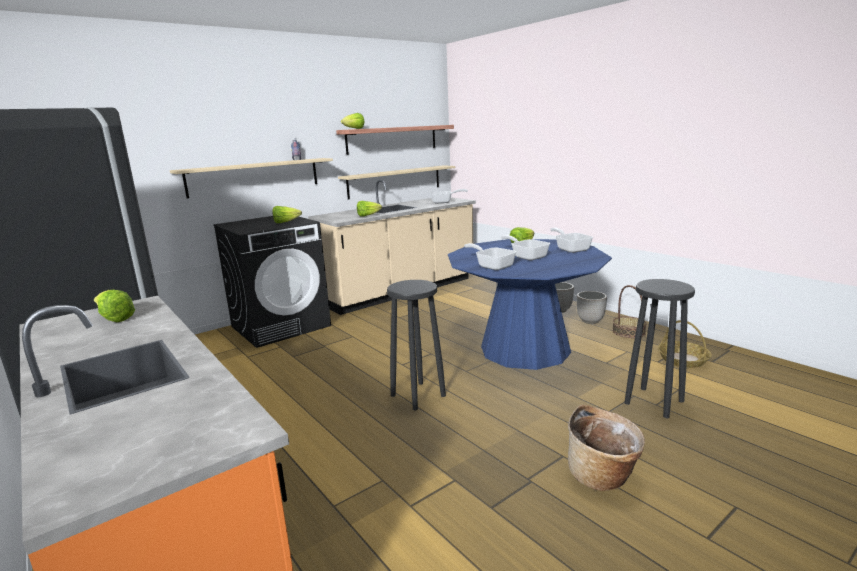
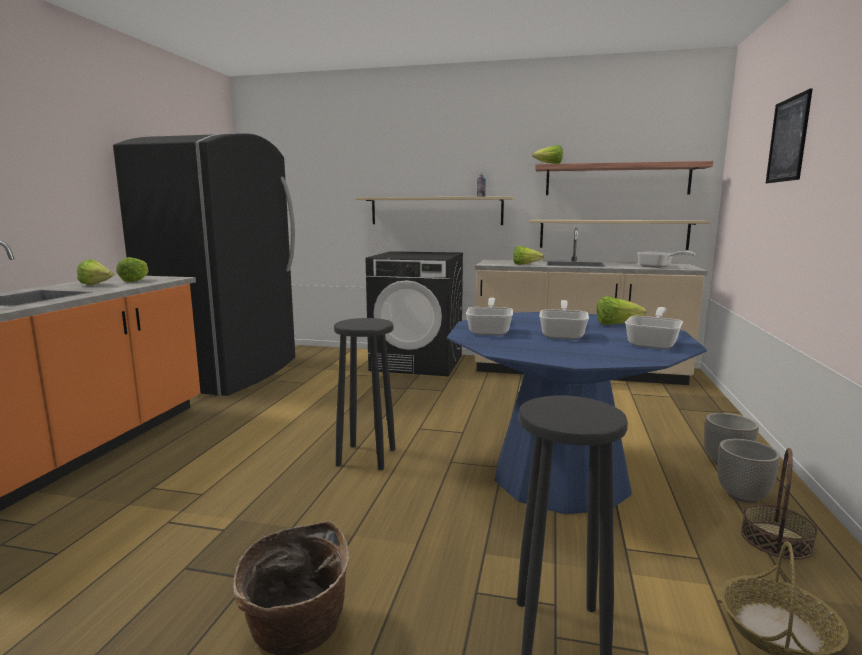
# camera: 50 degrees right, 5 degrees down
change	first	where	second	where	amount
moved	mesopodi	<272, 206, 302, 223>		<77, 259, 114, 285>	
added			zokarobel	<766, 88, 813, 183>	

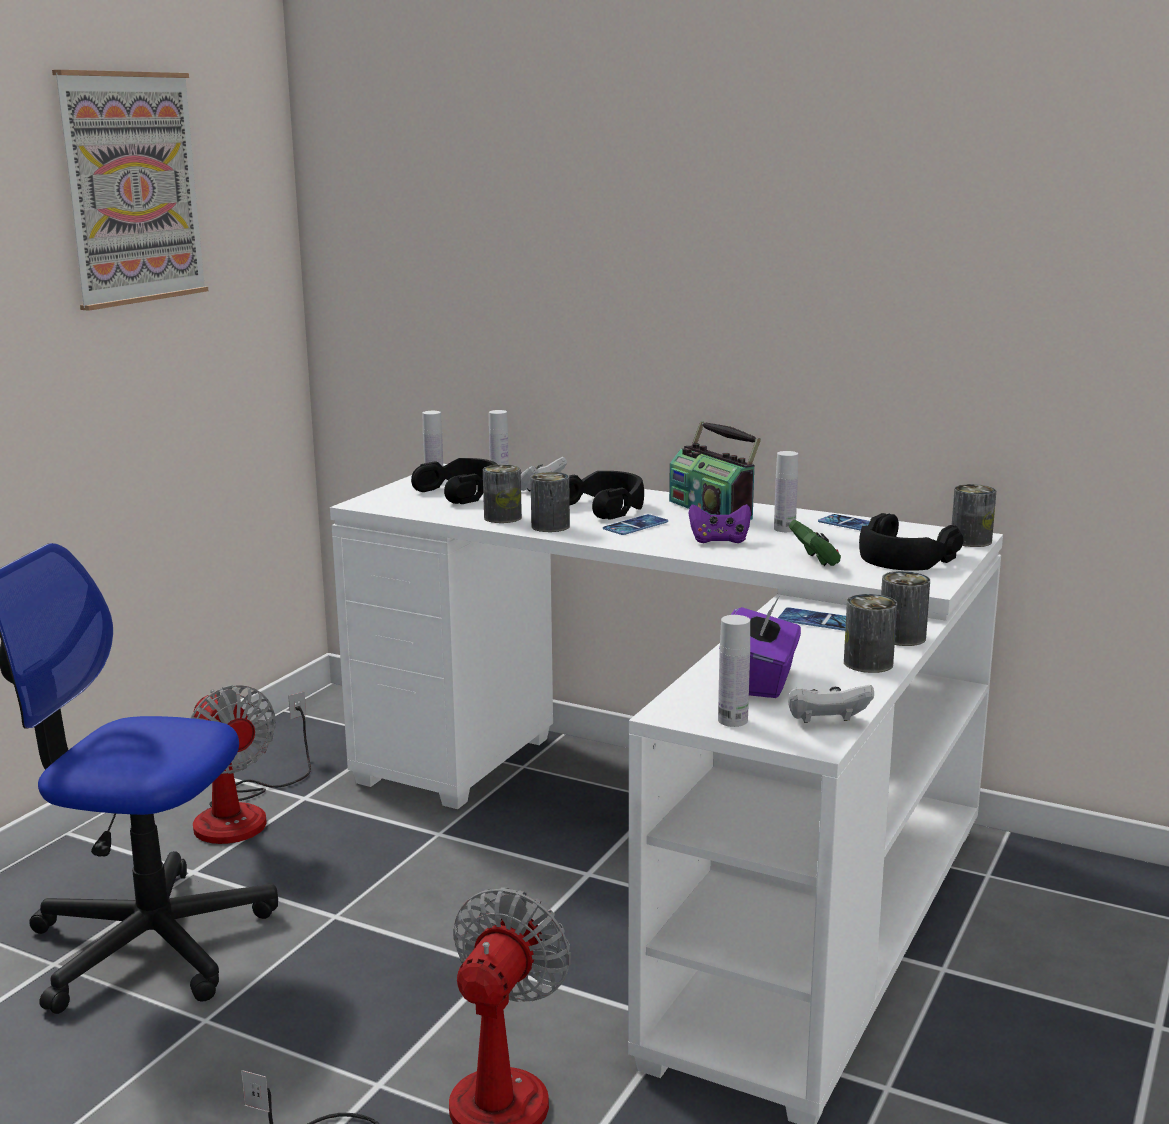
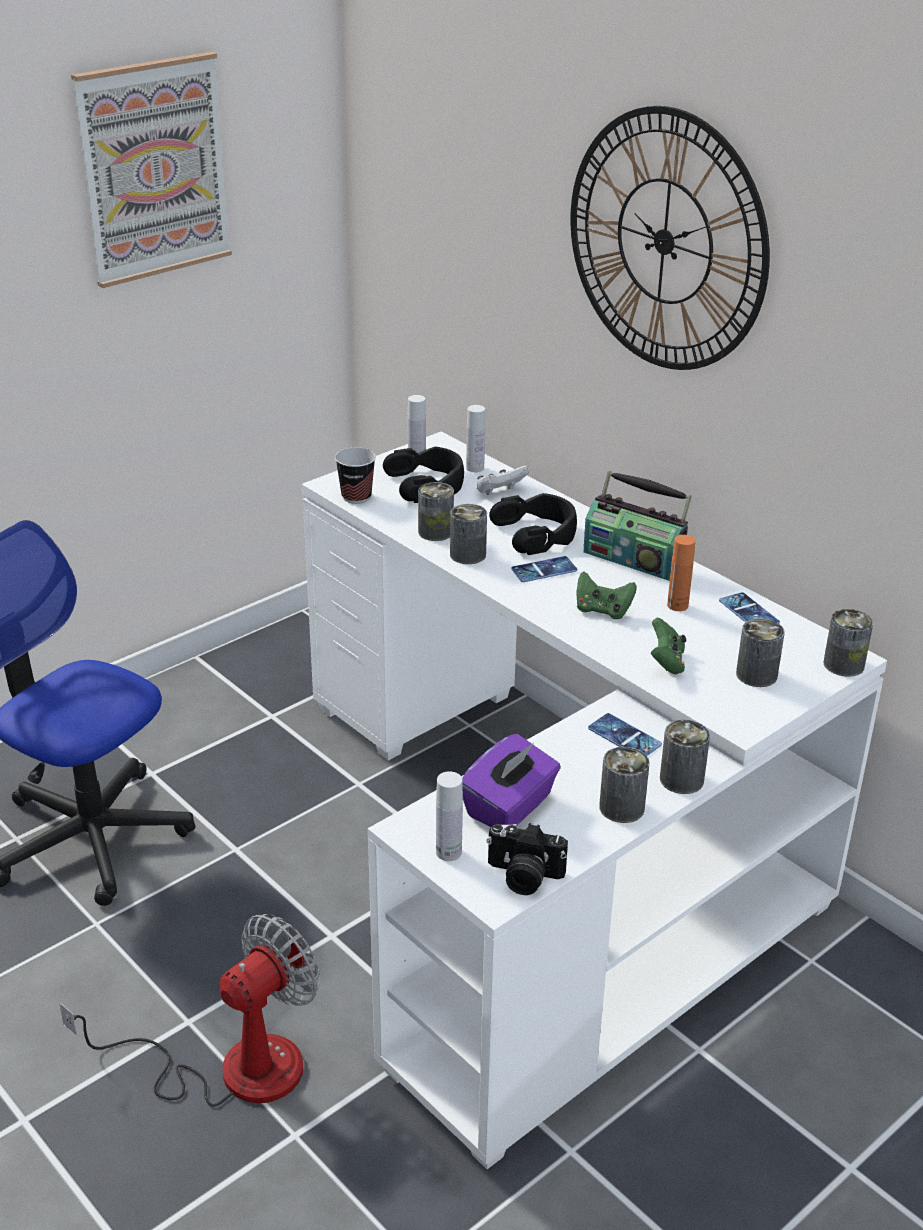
# camera: 20 degrees right, 15 degrees up
change	first	where	second	where	amount
removed	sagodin	<191, 685, 311, 844>			
turned	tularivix	<669, 421, 761, 520>		<584, 471, 692, 581>	45 degrees counterclockwise
recoloured	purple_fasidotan	<689, 504, 751, 543>	green_fasidotan	<576, 571, 637, 619>	
recoloured	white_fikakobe	<774, 451, 798, 532>	orange_fikakobe	<667, 535, 695, 611>	
replaced	white_fasidotan	<788, 685, 874, 723>	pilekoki	<486, 823, 568, 895>	
replaced	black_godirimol	<859, 513, 963, 571>	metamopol	<736, 618, 785, 687>	
added			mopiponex	<335, 447, 376, 504>	
added			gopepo	<570, 106, 770, 370>	

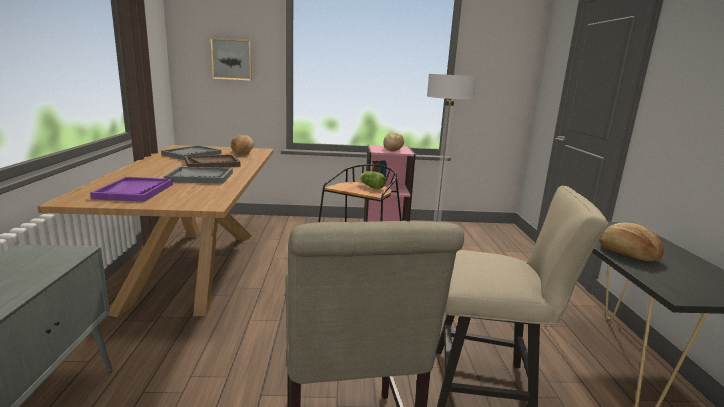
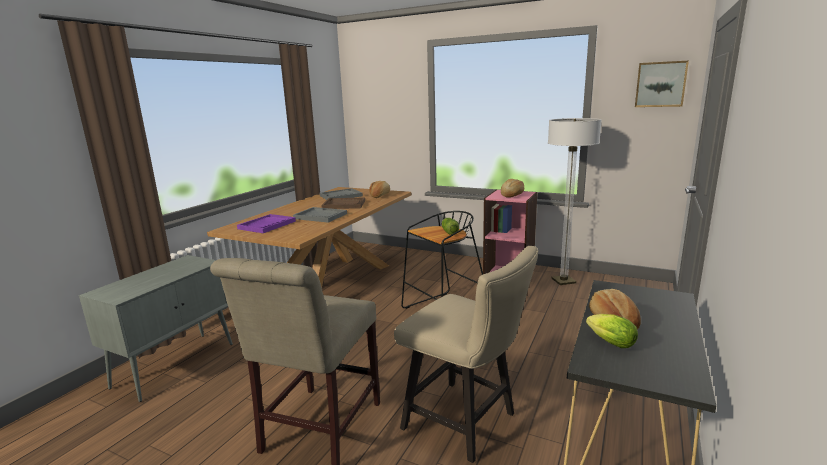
# camera: 30 degrees right, 0 degrees up
change	first	where	second	where	amount
moved	zokarobel	<211, 38, 252, 81>		<635, 61, 689, 107>	
added			mesopodi	<586, 314, 638, 348>	

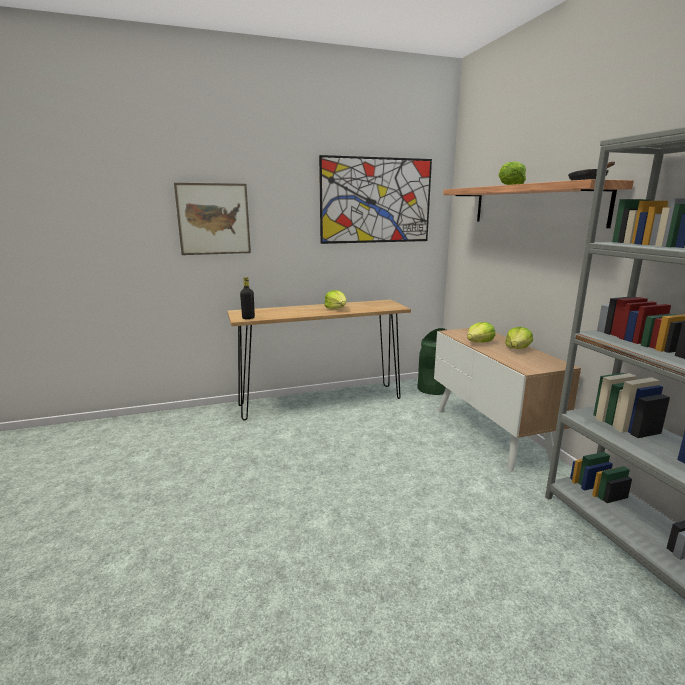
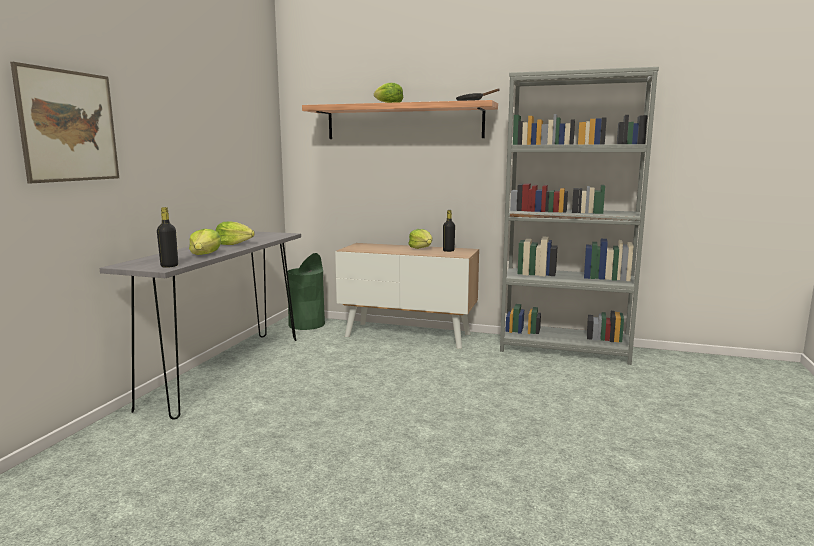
# camera: 55 degrees left, 5 degrees down
change	first	where	second	where	amount
recoloured	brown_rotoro	<227, 300, 411, 420>	grey_rotoro	<100, 231, 301, 420>	
removed	zokarobel	<319, 155, 432, 244>			
moved	mesopodi	<467, 322, 495, 343>		<189, 229, 221, 255>	
added			black_fikakobe	<443, 210, 455, 252>	

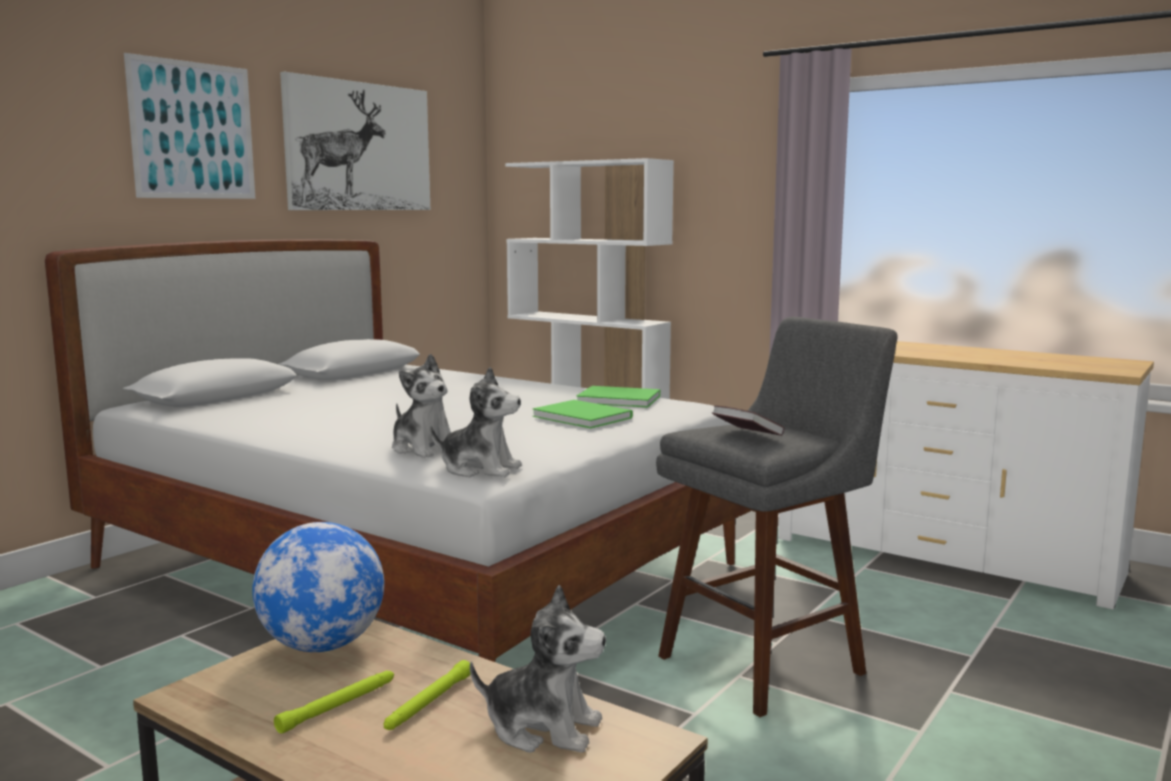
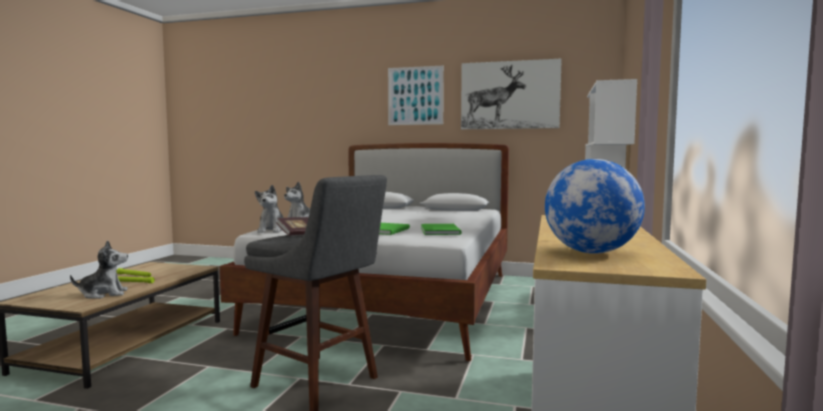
# camera: 70 degrees right, 5 degrees down
change	first	where	second	where	amount
moved	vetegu	<252, 522, 384, 652>		<545, 159, 645, 254>	
turned	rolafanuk	<470, 585, 606, 753>		<70, 240, 128, 299>	105 degrees counterclockwise

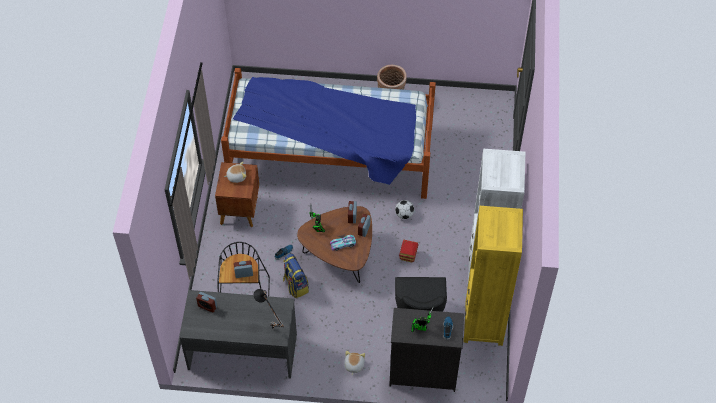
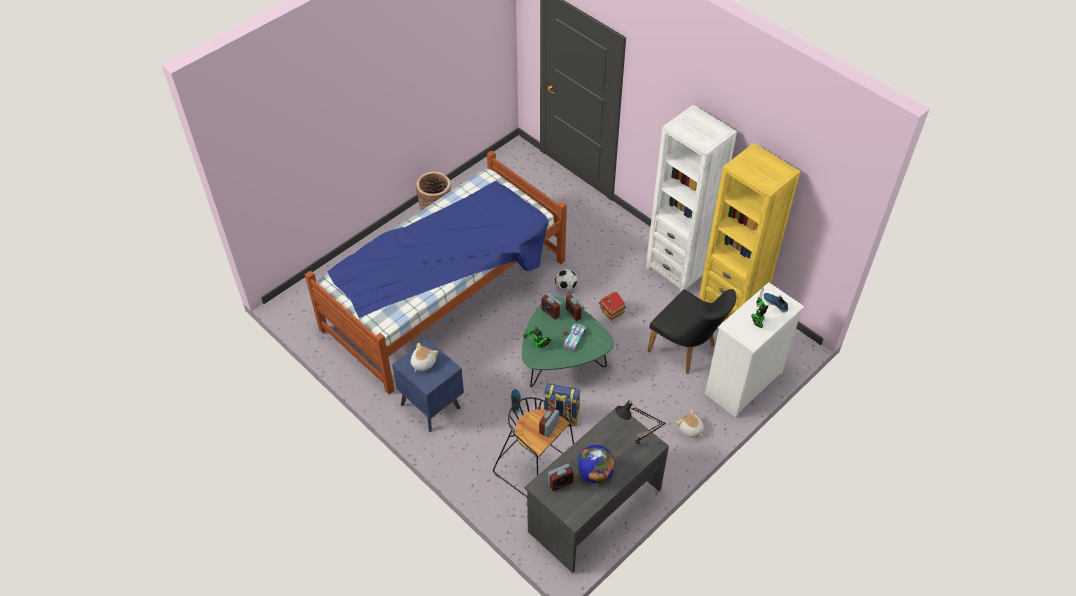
# camera: 50 degrees left, 5 degrees down
change	first	where	second	where	amount
recoloured	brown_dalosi	<215, 162, 259, 227>	blue_dalosi	<392, 339, 464, 432>	
recoloured	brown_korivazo	<297, 206, 372, 283>	green_korivazo	<522, 297, 614, 387>	
recoloured	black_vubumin	<389, 308, 464, 392>	white_vubumin	<705, 282, 804, 417>	
added			vetegu	<577, 445, 615, 483>	

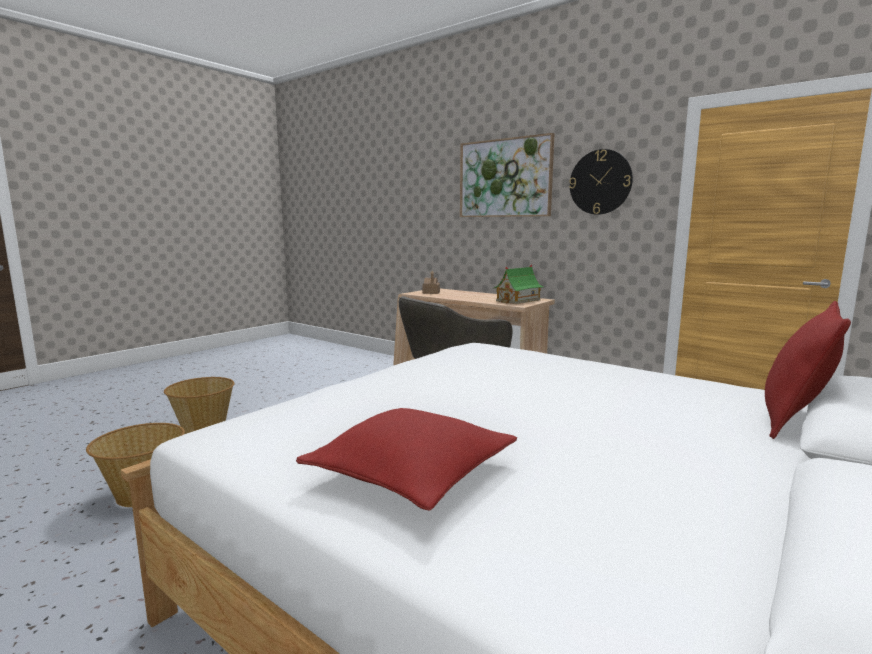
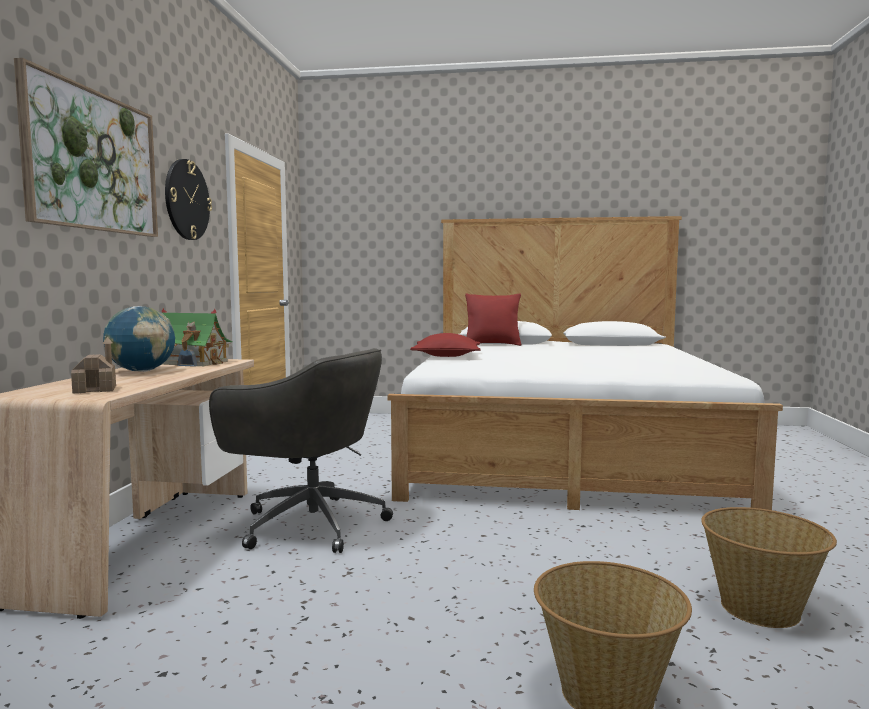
# camera: 120 degrees left, 5 degrees down
change	first	where	second	where	amount
moved	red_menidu	<296, 408, 517, 511>		<410, 333, 481, 357>	
added			vetegu	<103, 306, 175, 372>	

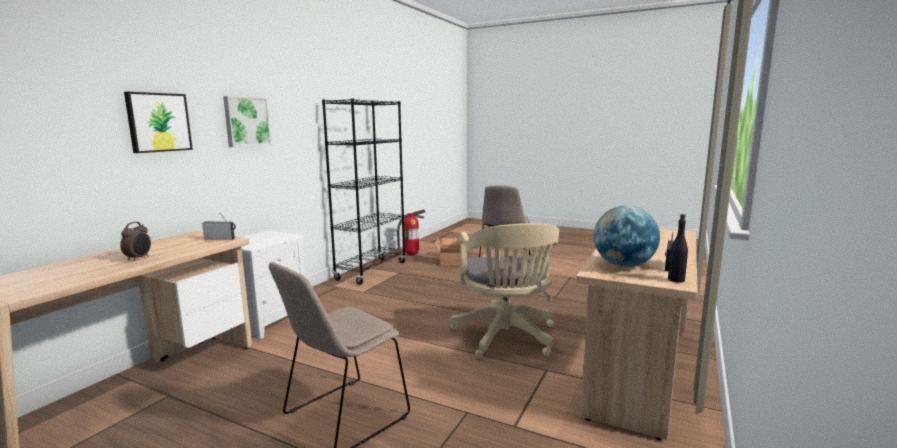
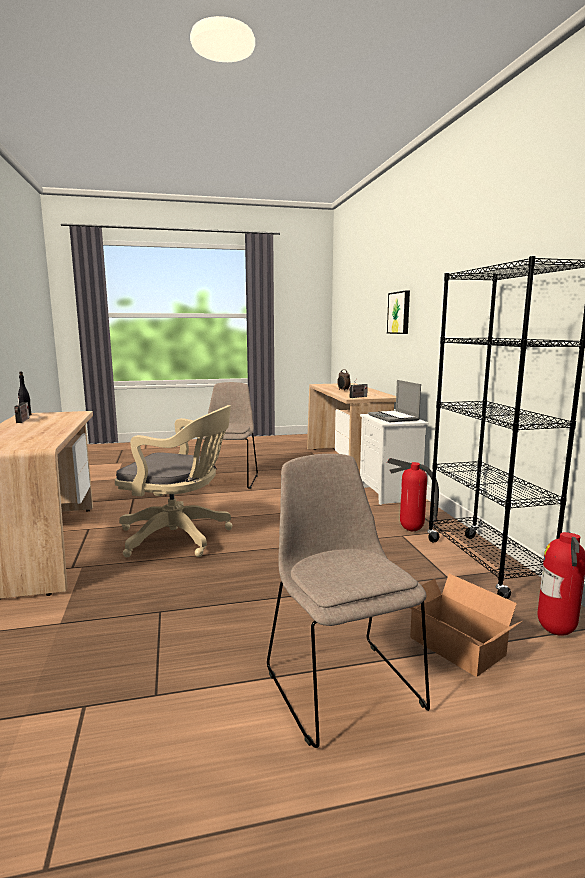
# camera: 140 degrees right, 0 degrees up
change	first	where	second	where	amount
removed	zokarobel	<223, 96, 272, 147>			
turned	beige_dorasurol	<450, 223, 559, 358>		<115, 405, 233, 557>	150 degrees clockwise
removed	vetegu	<594, 205, 660, 268>			
added			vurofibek	<368, 380, 421, 422>	
added			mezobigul	<387, 458, 439, 531>	

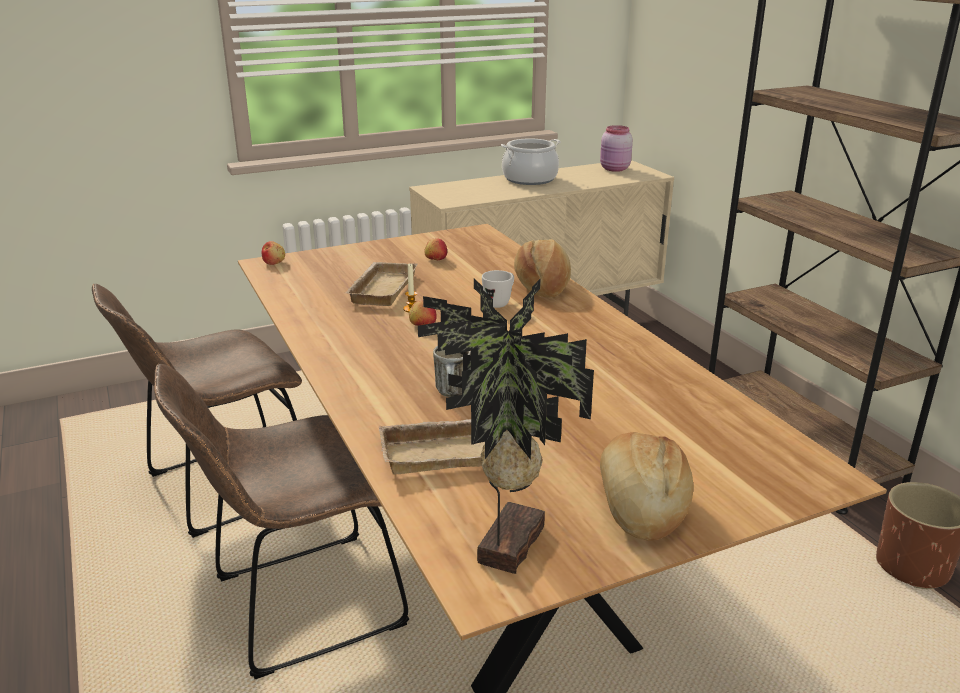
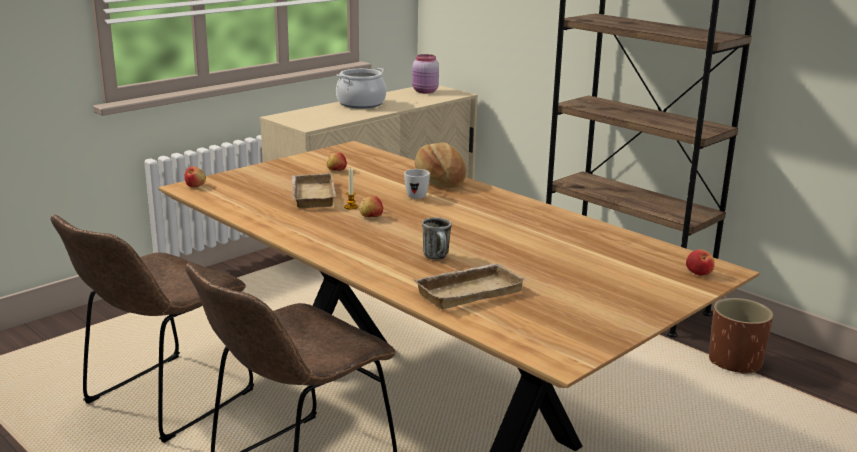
# camera: 20 degrees left, 5 degrees down
change	first	where	second	where	amount
removed	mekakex	<418, 278, 594, 574>			
removed	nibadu	<600, 432, 694, 541>			
added			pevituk	<686, 249, 715, 276>	

